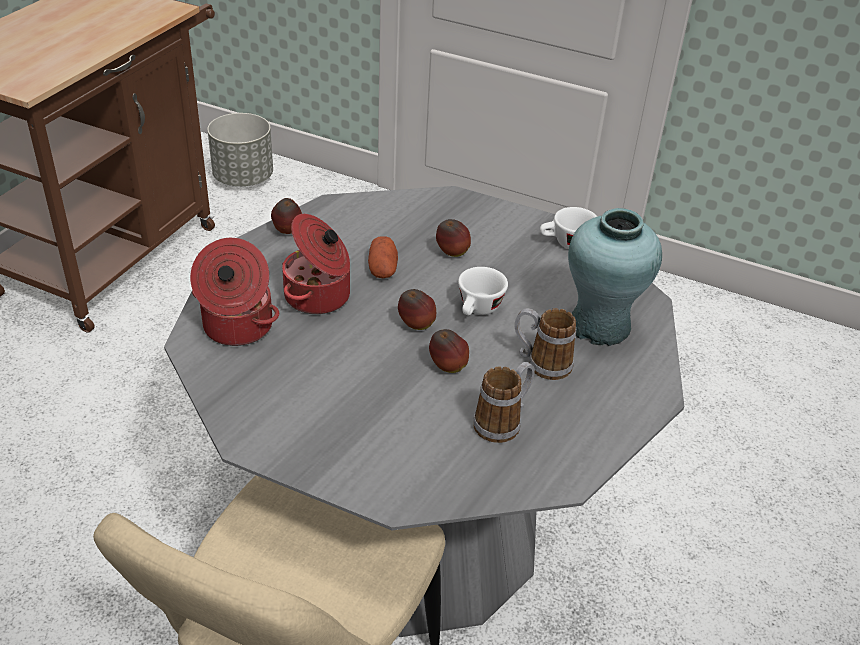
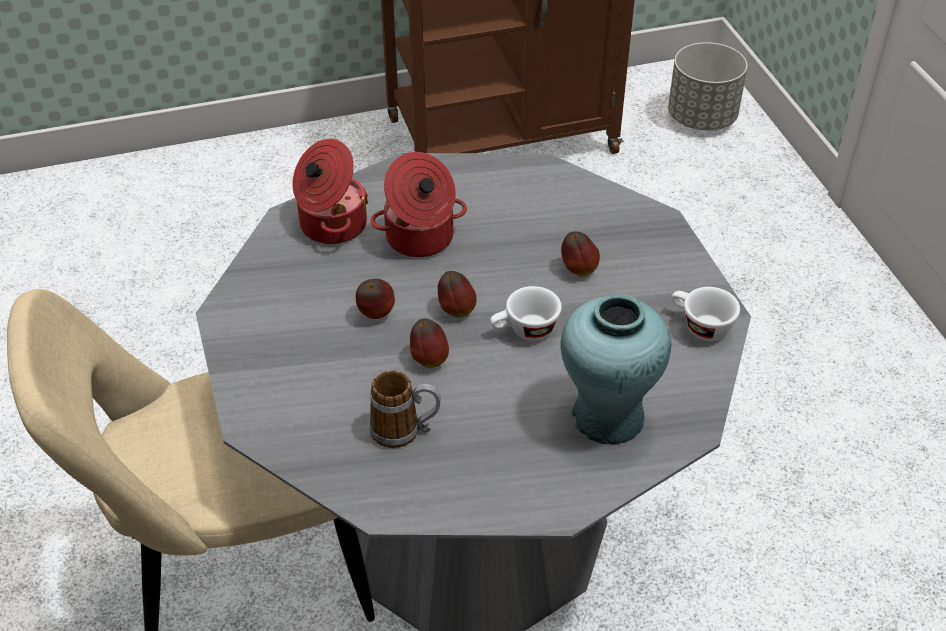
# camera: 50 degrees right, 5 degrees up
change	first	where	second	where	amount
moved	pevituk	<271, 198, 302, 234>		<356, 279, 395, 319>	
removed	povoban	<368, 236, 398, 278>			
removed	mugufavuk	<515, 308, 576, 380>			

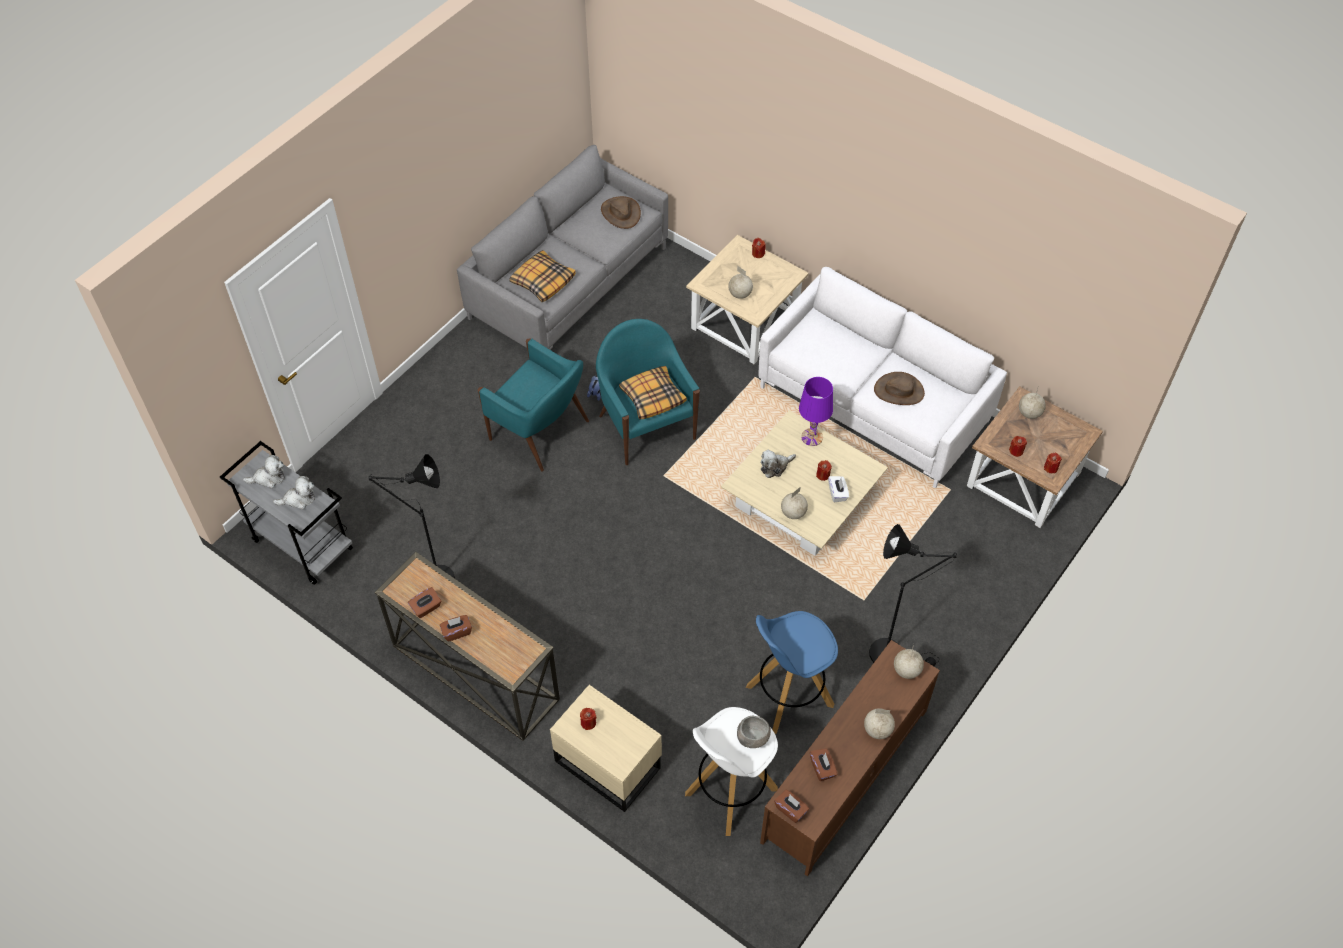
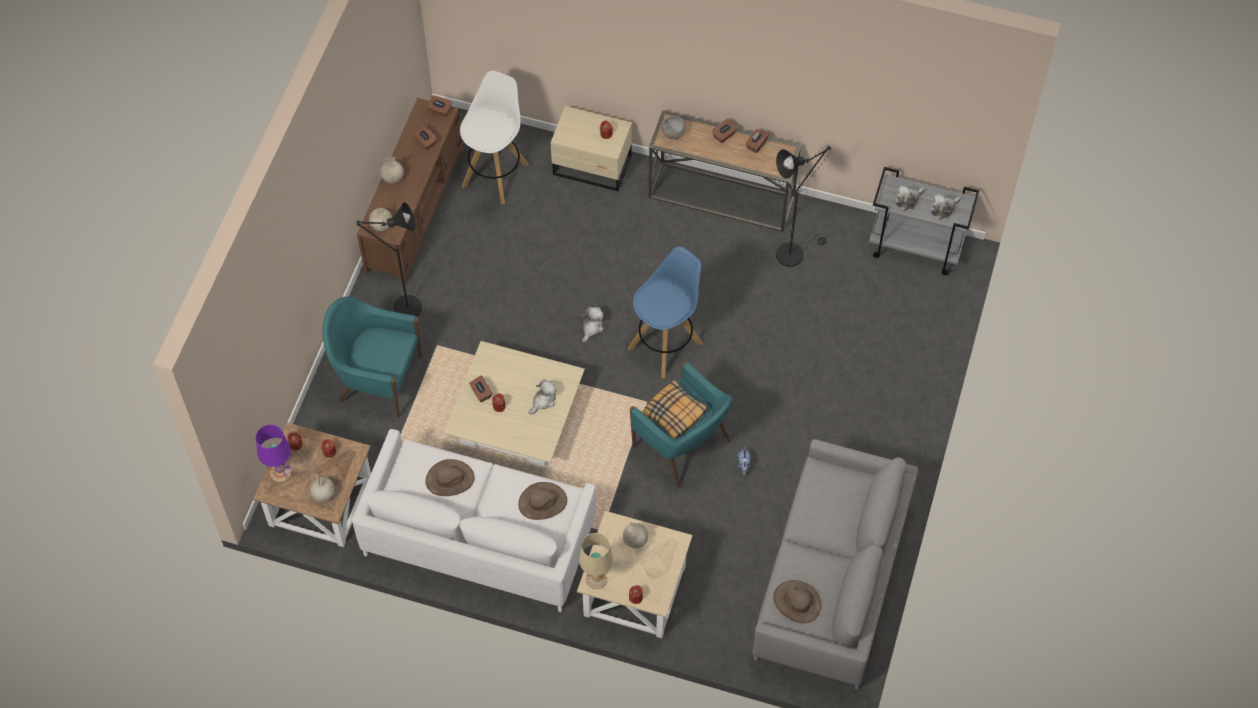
# camera: 160 degrees right, 5 degrees up
change	first	where	second	where	amount
moved	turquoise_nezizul	<478, 338, 589, 471>		<323, 297, 422, 418>	
removed	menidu	<509, 250, 576, 302>			
moved	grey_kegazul	<737, 716, 771, 748>		<661, 116, 686, 139>	
moved	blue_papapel	<746, 611, 838, 734>		<628, 246, 702, 379>	
removed	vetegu	<781, 487, 808, 519>			
moved	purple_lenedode	<799, 377, 833, 446>		<256, 424, 291, 482>	
recoloured	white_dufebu	<828, 476, 849, 502>	brown_dufebu	<469, 375, 492, 402>	
added			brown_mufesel	<518, 482, 567, 520>	
added			beige_lenedode	<579, 533, 613, 589>	
added			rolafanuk	<582, 307, 604, 342>	

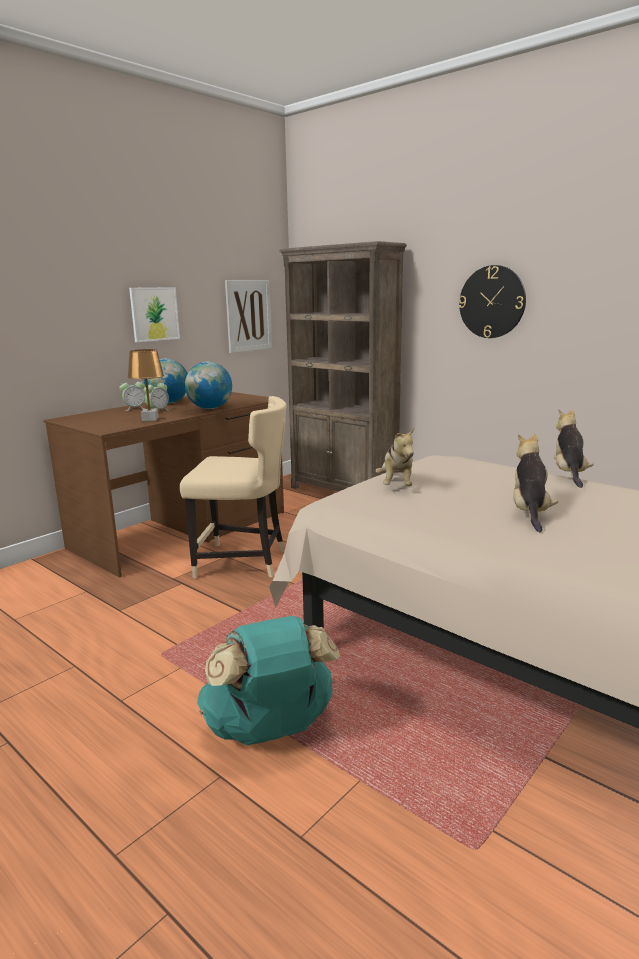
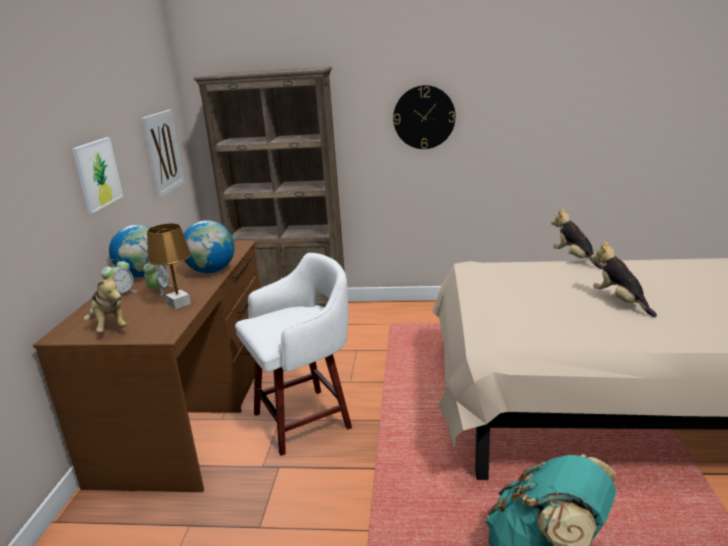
# camera: 35 degrees left, 5 degrees up
change	first	where	second	where	amount
replaced	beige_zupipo	<180, 396, 287, 578>	white_papapel	<235, 253, 352, 456>	
moved	rolafanuk	<376, 428, 414, 486>		<84, 273, 127, 332>	

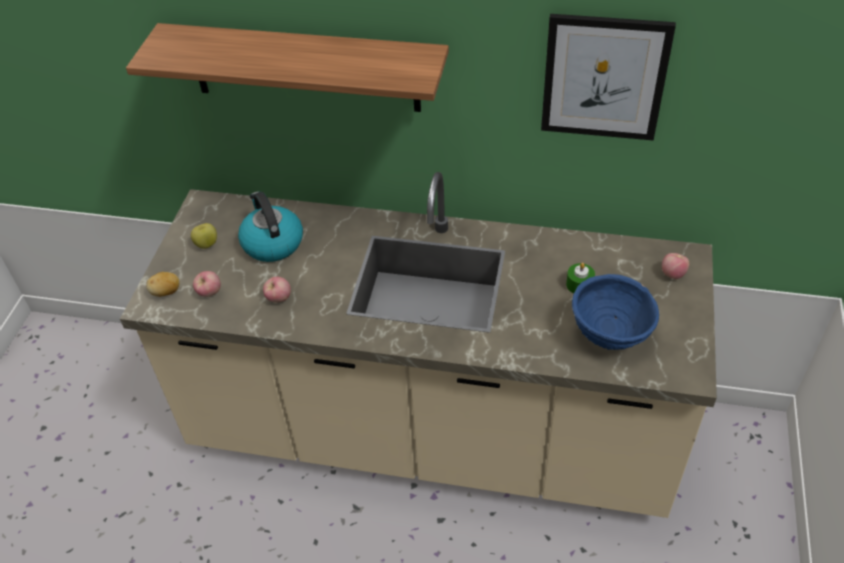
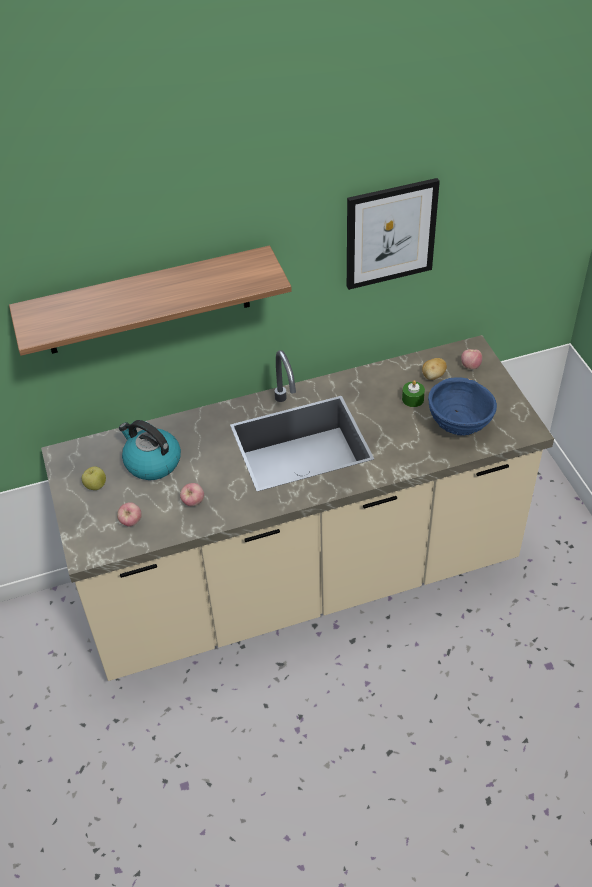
# camera: 30 degrees left, 0 degrees up
change	first	where	second	where	amount
moved	povoban	<146, 272, 180, 297>		<422, 358, 447, 380>	

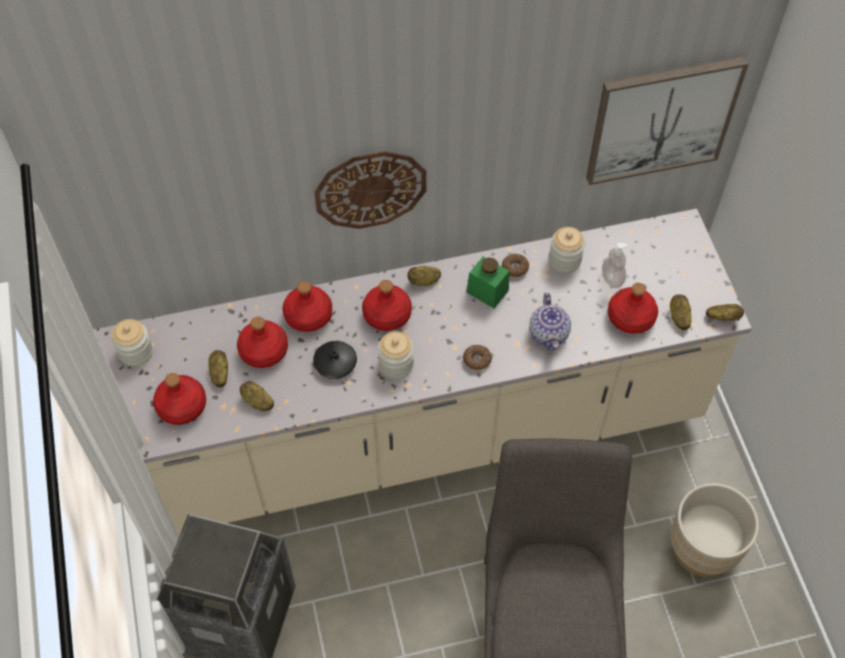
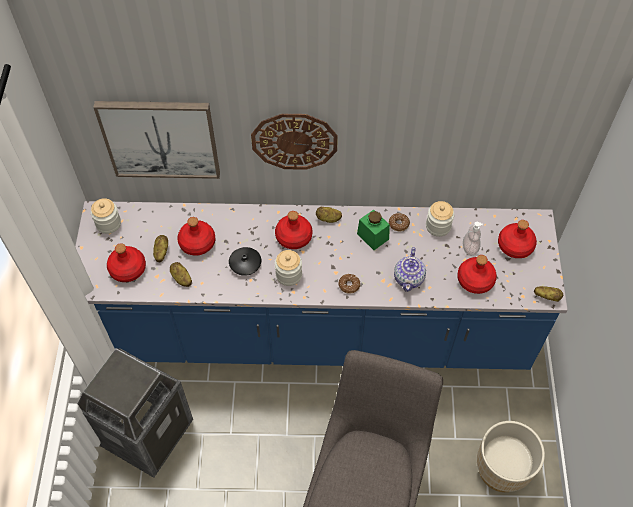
# camera: 15 degrees right, 0 degrees up
change	first	where	second	where	amount
recoloured	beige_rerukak	<93, 208, 752, 534>	blue_rerukak	<75, 201, 568, 370>	
moved	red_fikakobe	<283, 281, 332, 332>		<498, 220, 537, 258>	
moved	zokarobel	<586, 56, 749, 185>		<93, 101, 220, 179>	
removed	povoban	<670, 294, 691, 330>			

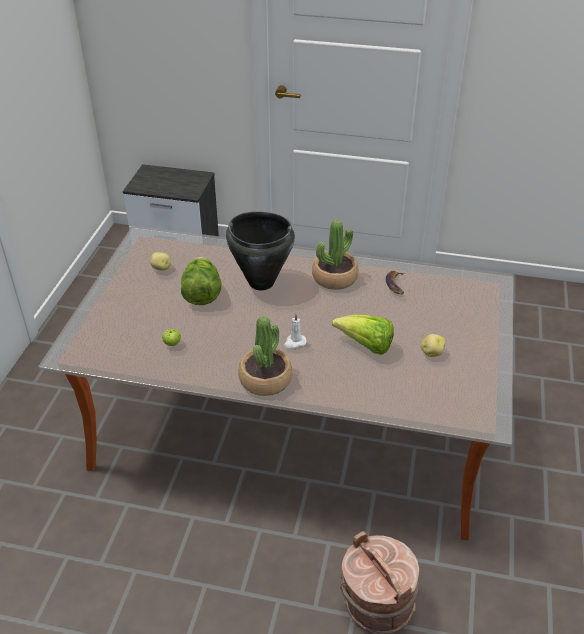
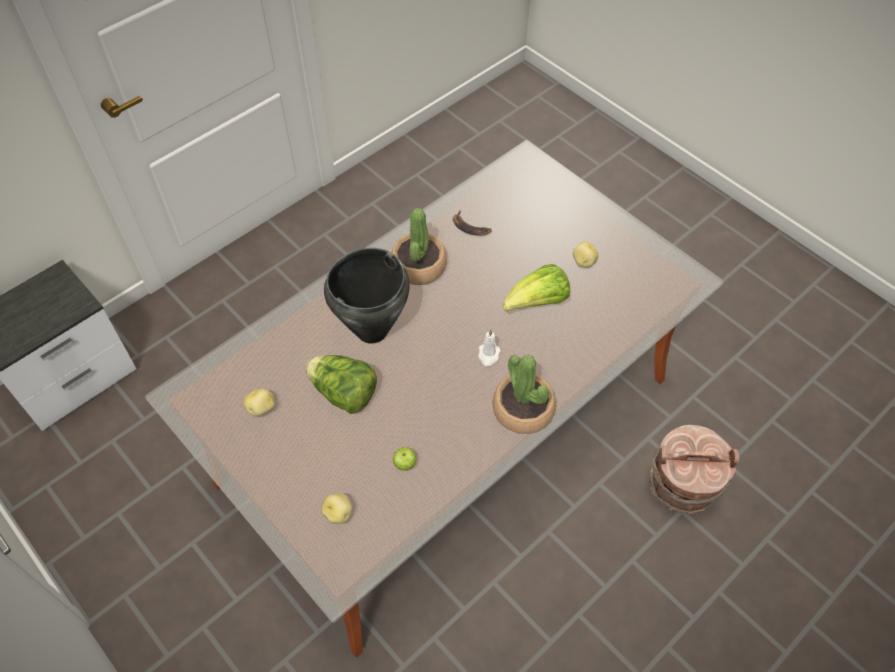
# camera: 55 degrees left, 15 degrees up
change	first	where	second	where	amount
added			povoban	<321, 494, 352, 525>	

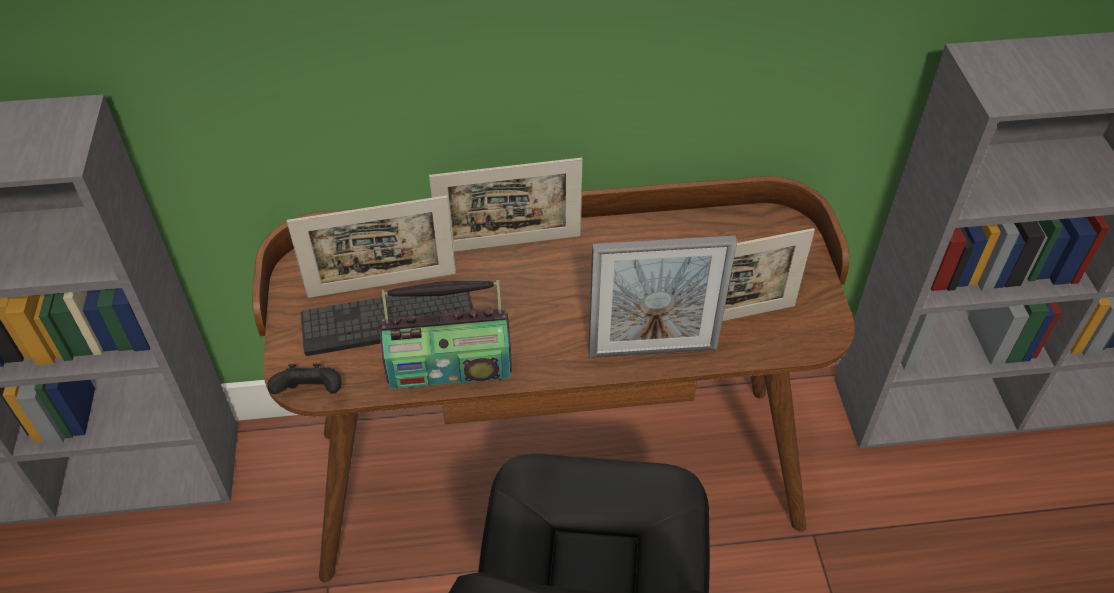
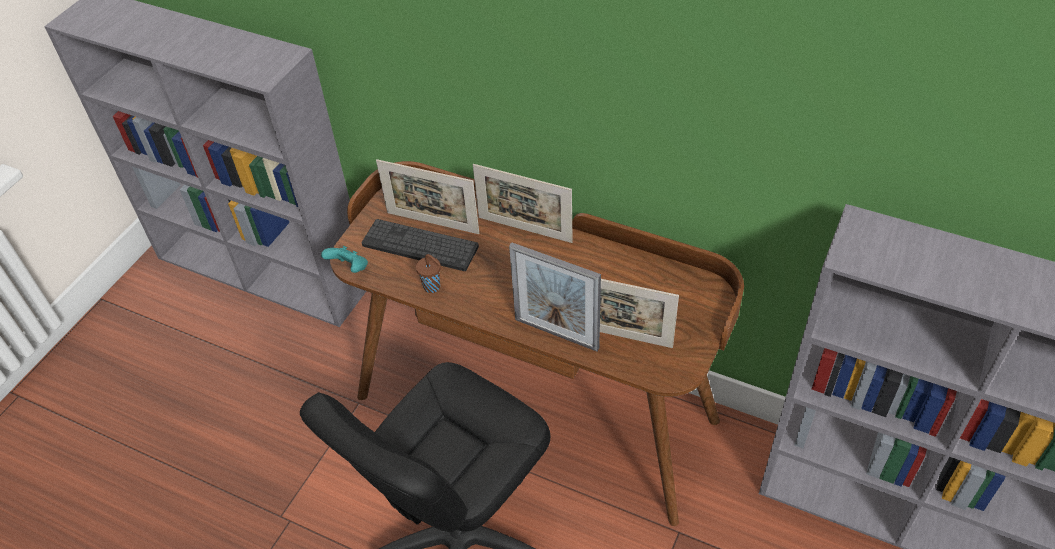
# camera: 35 degrees right, 0 degrees up
change	first	where	second	where	amount
recoloured	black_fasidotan	<267, 364, 342, 394>	turquoise_fasidotan	<321, 246, 368, 273>	
replaced	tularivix	<380, 280, 512, 389>	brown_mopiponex	<416, 254, 441, 293>	

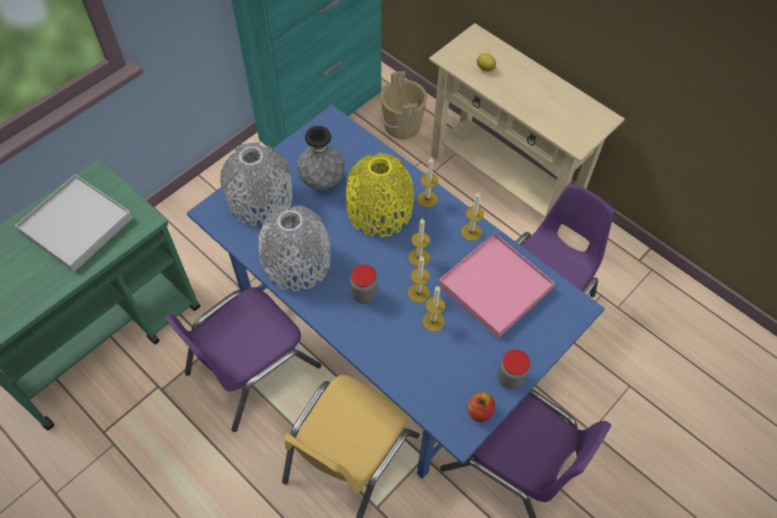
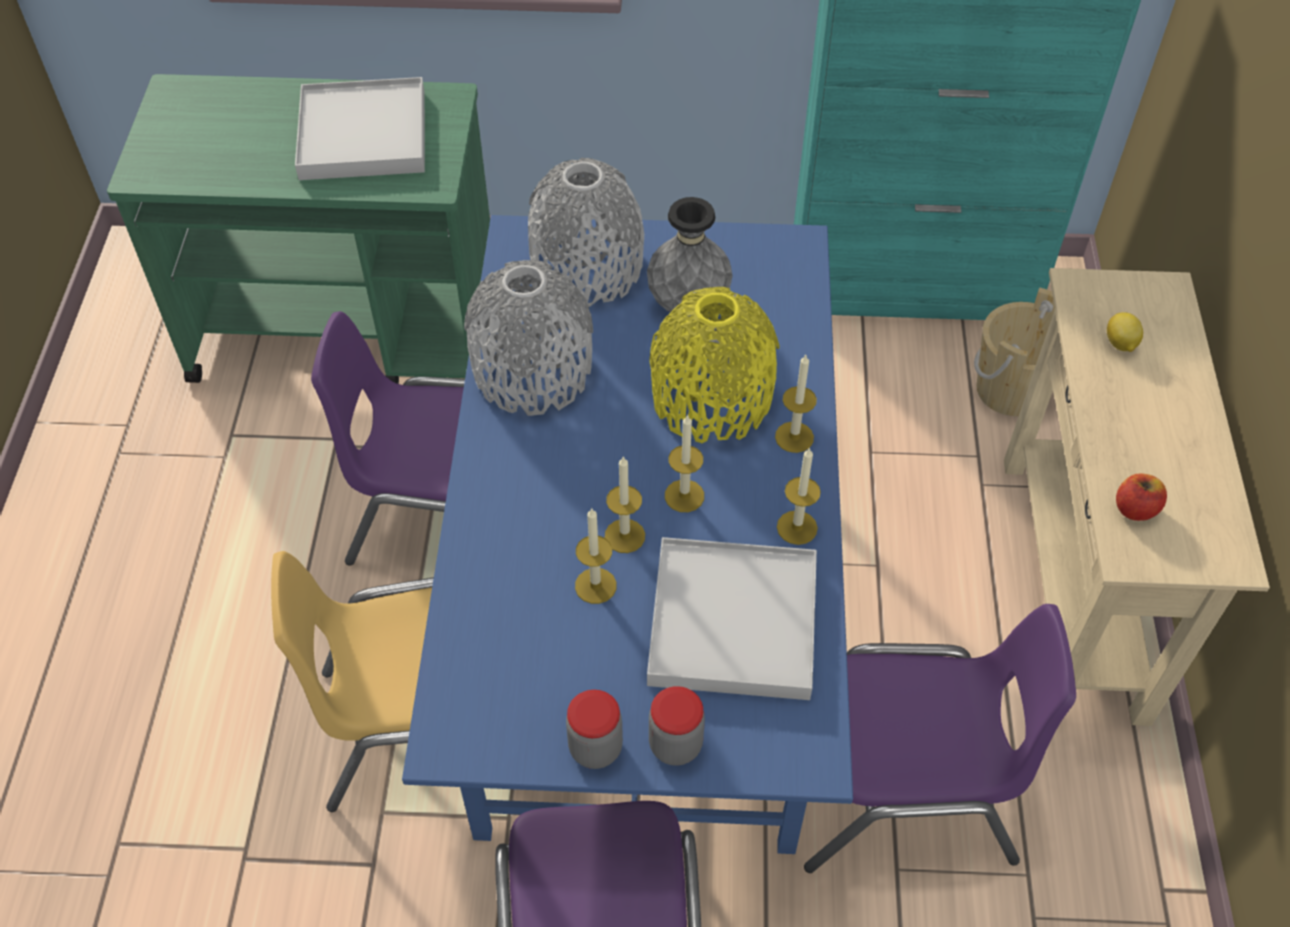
# camera: 50 degrees right, 5 degrees down
change	first	where	second	where	amount
moved	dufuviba	<350, 264, 377, 304>		<649, 686, 705, 766>	
recoloured	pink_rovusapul	<438, 233, 555, 339>	white_rovusapul	<647, 537, 817, 700>	
moved	pevituk	<468, 392, 495, 422>		<1116, 474, 1167, 521>	

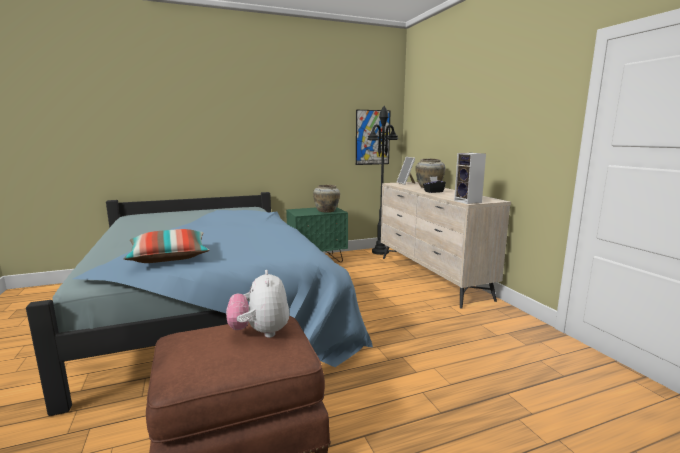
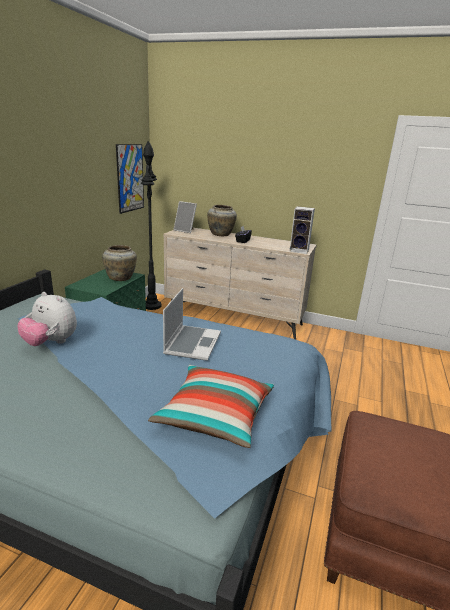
# camera: 50 degrees left, 10 degrees up
change	first	where	second	where	amount
moved	rolafanuk	<226, 270, 289, 338>		<17, 292, 77, 346>	
added			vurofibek	<163, 288, 221, 361>	

